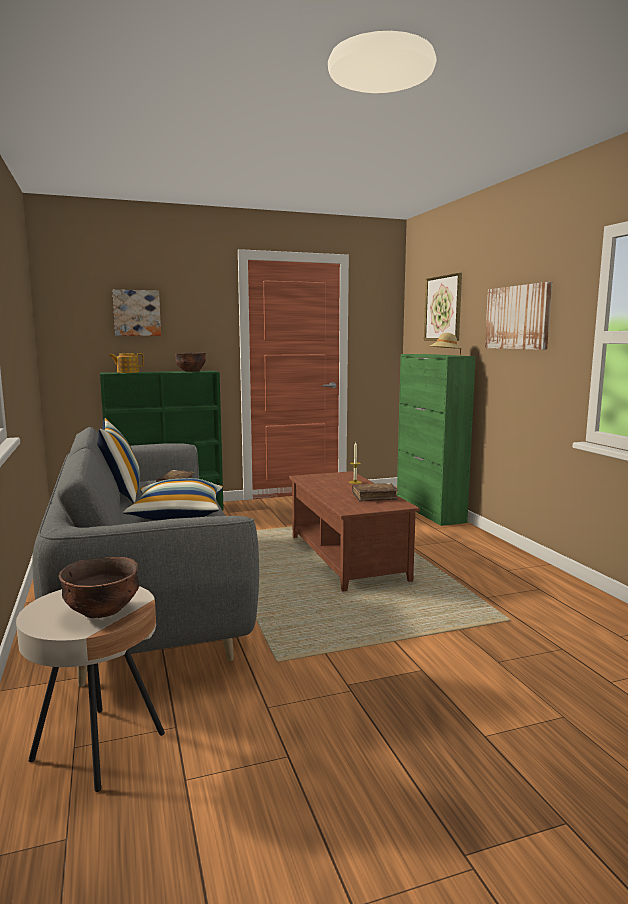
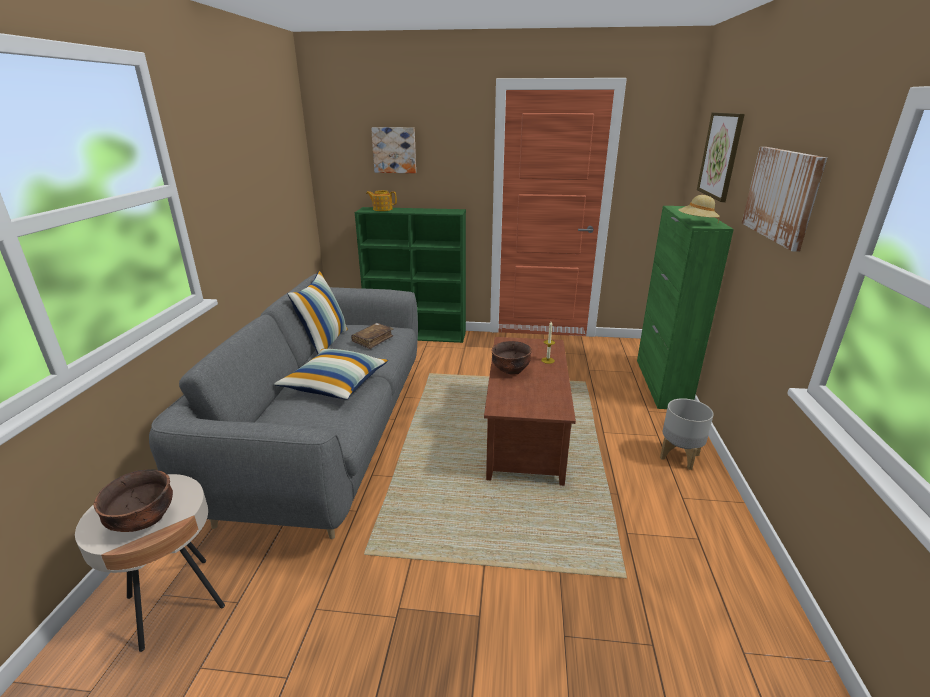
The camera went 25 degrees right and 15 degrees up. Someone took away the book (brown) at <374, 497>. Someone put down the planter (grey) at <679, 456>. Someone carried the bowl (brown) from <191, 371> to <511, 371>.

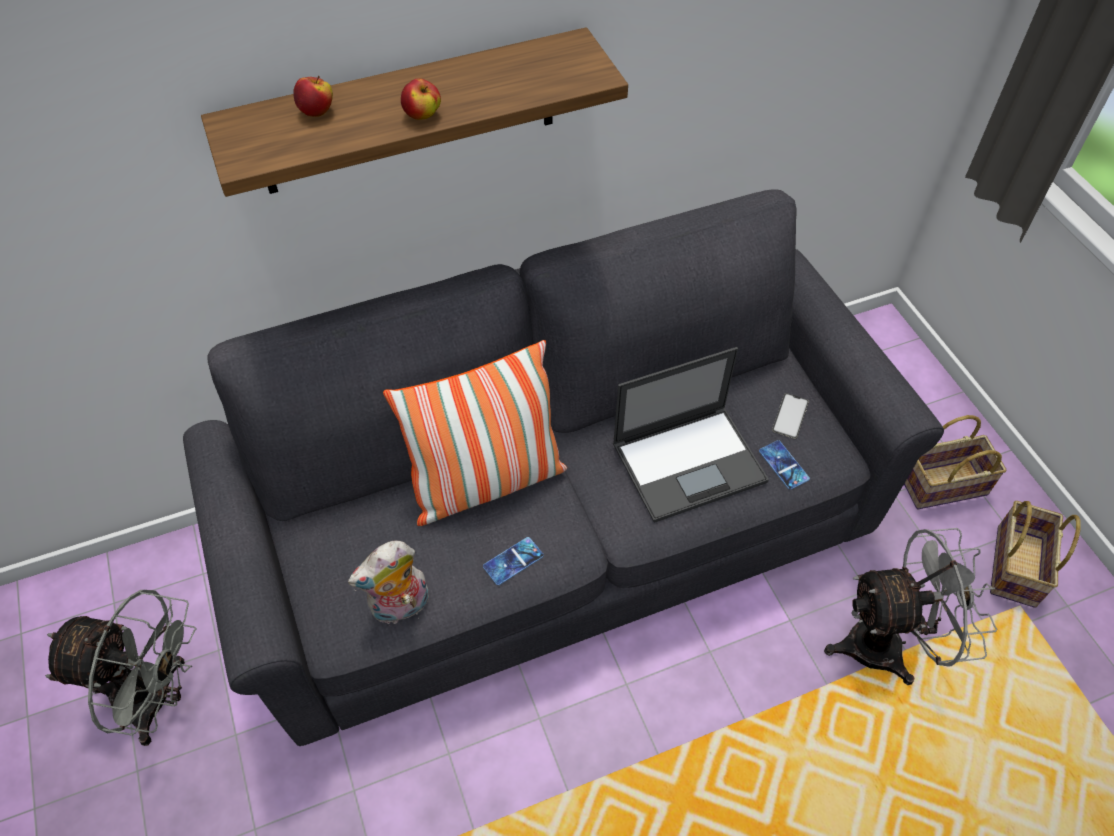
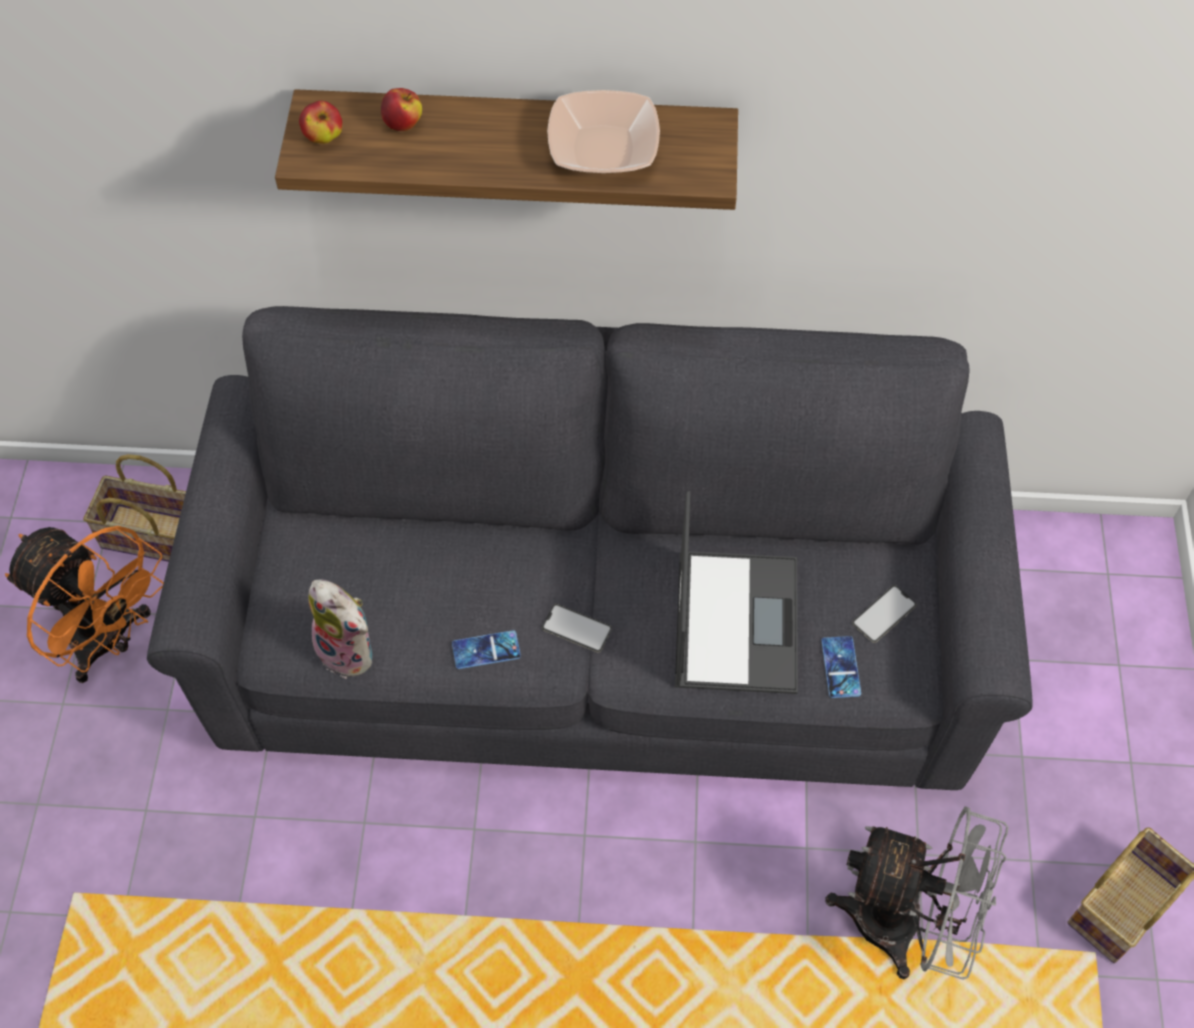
The camera went 25 degrees right and 5 degrees up. Someone took away the pillow at <486, 482>. Someone put down the phone at <576, 628>. Someone put down the bowl at <603, 149>. Someone carried the apple from <422, 115> to <323, 137>. Someone carried the basket from <942, 487> to <150, 537>. Someone repainted the fan (grey) at <157, 700>, which became the fan (orange) at <109, 642>. Someone rotated the plush toy at <400, 608> by 135 degrees counterclockwise. Someone rotated the laptop at <690, 462> by 90 degrees counterclockwise.

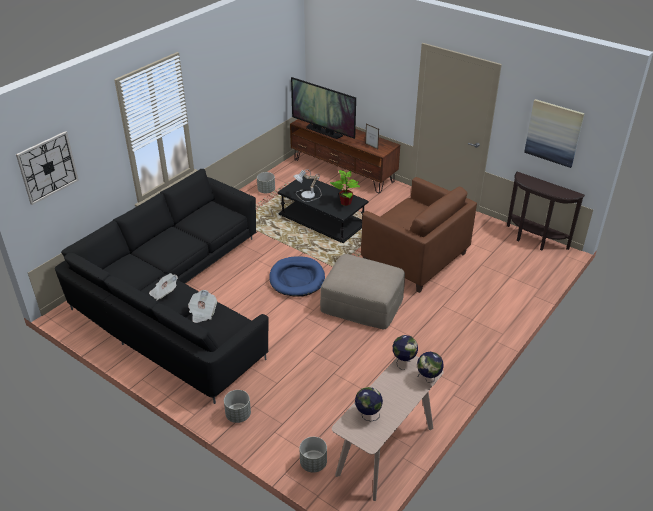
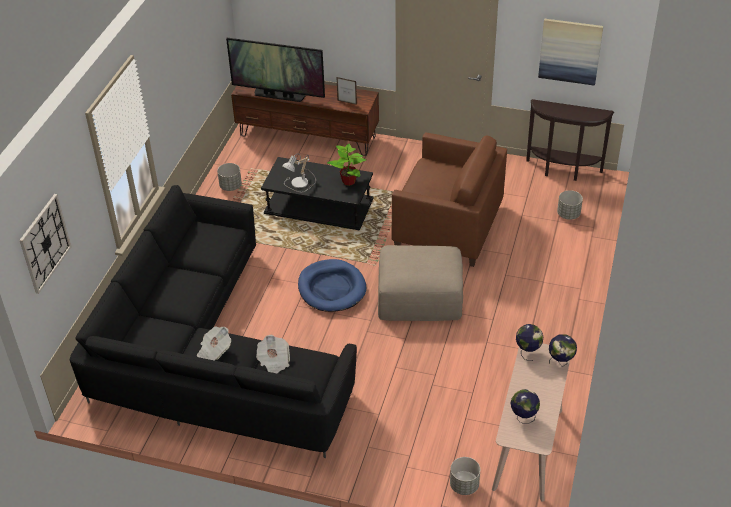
The camera went 20 degrees left and 5 degrees up. Someone carried the planter (grey) from <238, 415> to <568, 214>.

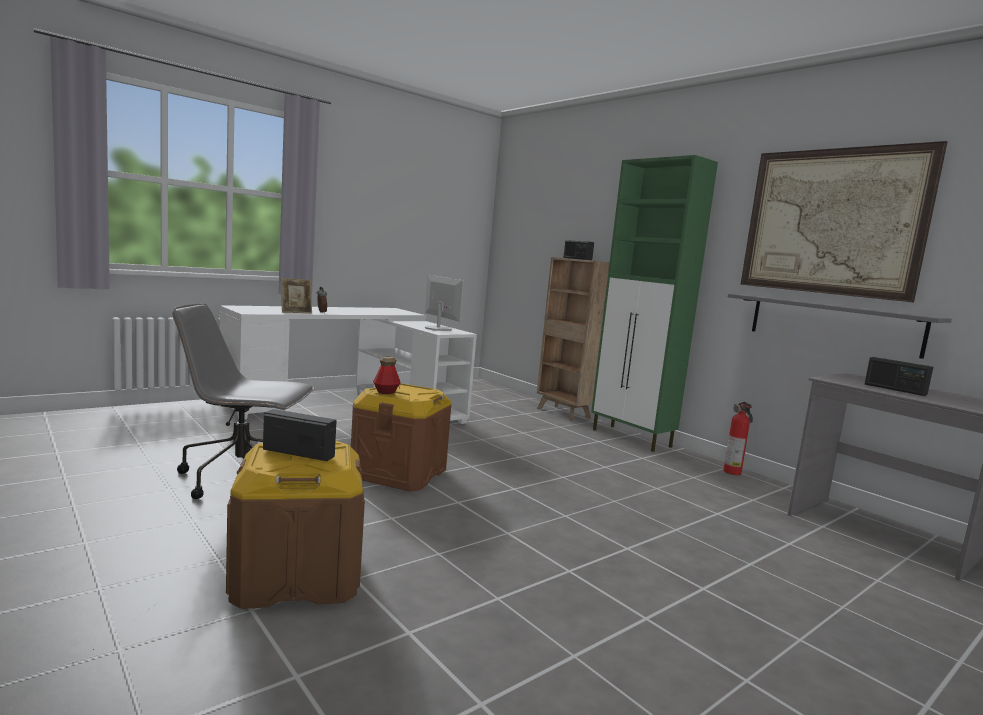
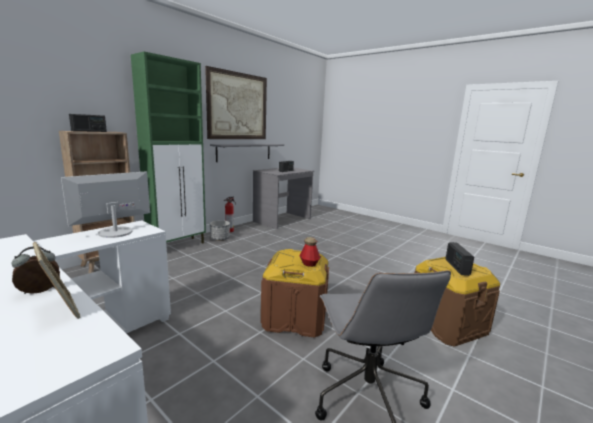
The camera went 100 degrees left and 5 degrees up. Someone put down the planter at <220, 239>.

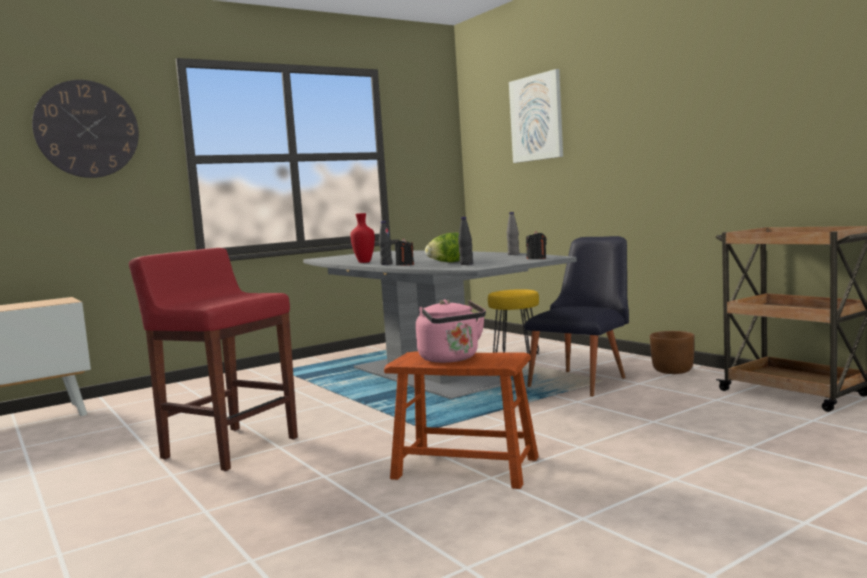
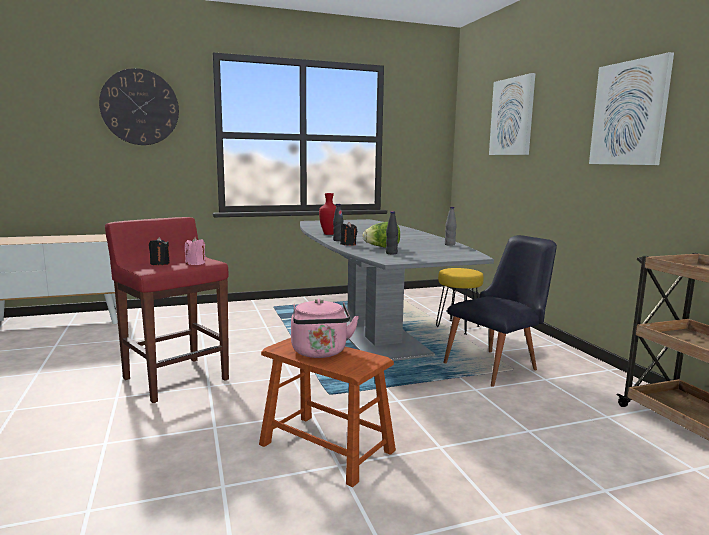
The camera went 15 degrees right and 5 degrees up. Someone took away the planter (brown) at <673, 371>. Someone put down the candle (pink) at <195, 263>. Someone put up the picture at <629, 113>. Someone carried the candle (black) from <536, 258> to <160, 263>.

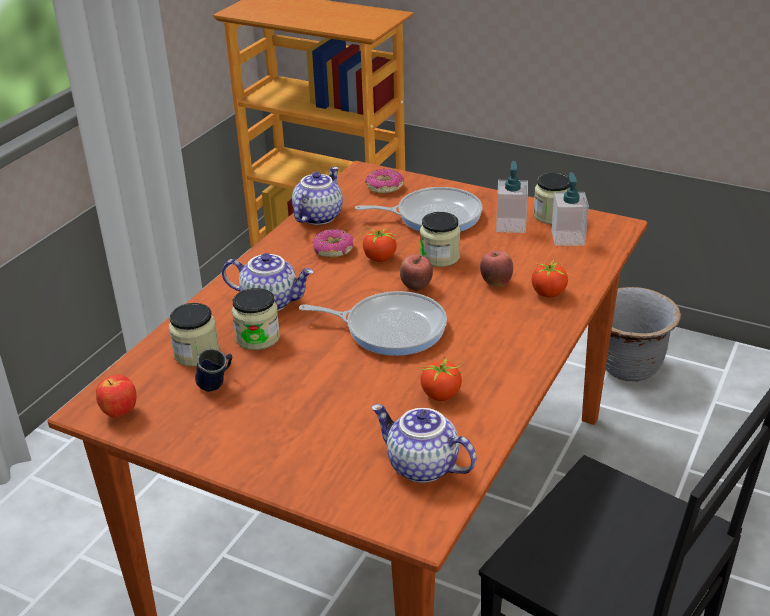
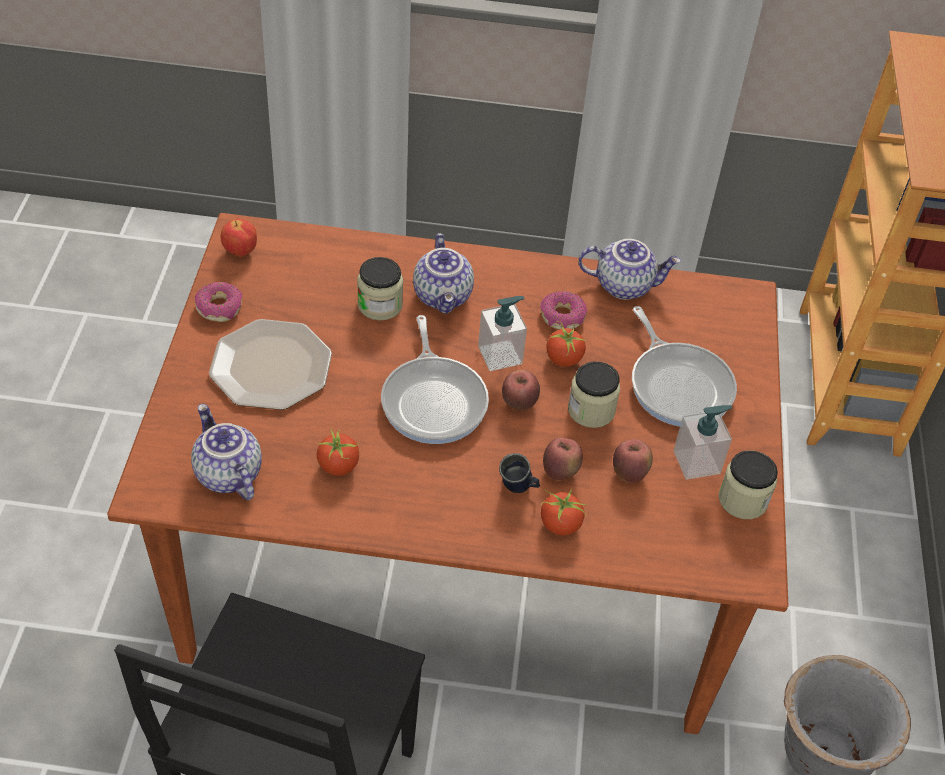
The camera went 65 degrees right and 15 degrees up. Someone took away the jar at <196, 353>. Someone put down the plate at <271, 365>. Someone put down the apple at <629, 473>. Someone carried the mug (blue) from <217, 384> to <519, 489>. Someone carried the donut from <384, 187> to <220, 307>. Someone carried the soap dispenser from <568, 238> to <500, 355>. Someone rotated the teapot at <421, 467> by 45 degrees counterclockwise.

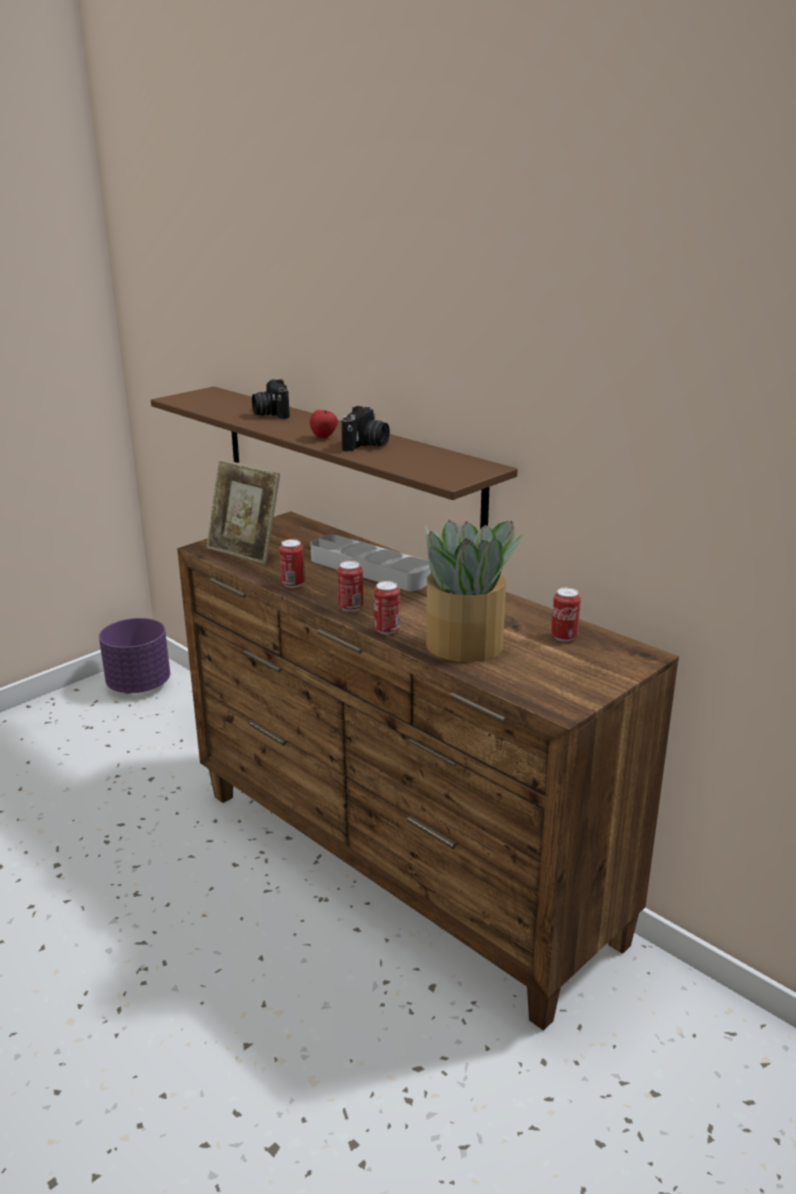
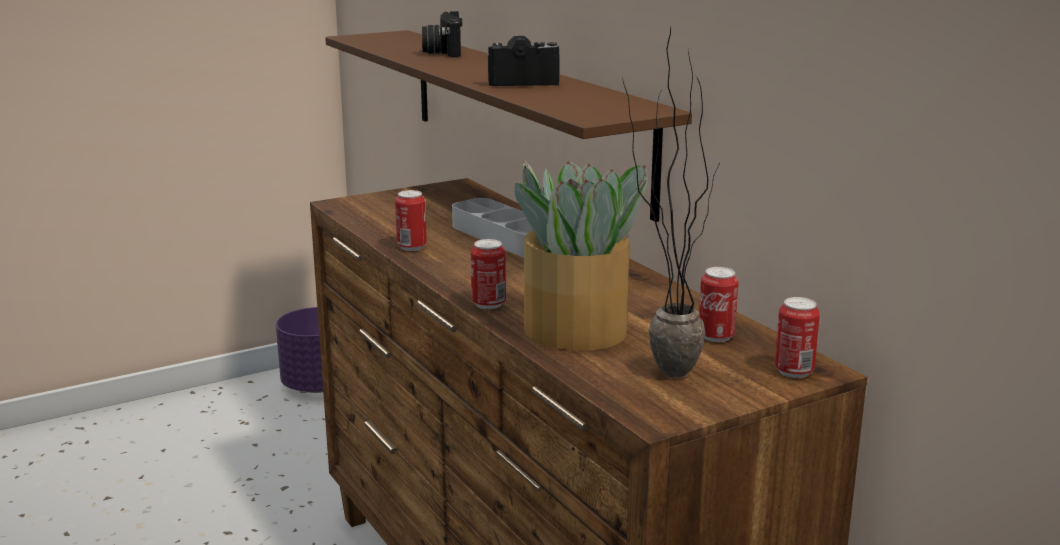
The camera went 15 degrees right and 5 degrees down. Someone took away the picture frame at <245, 552>. Someone took away the apple at <324, 438>. Someone put down the potted plant at <660, 368>. Someone carried the can from <350, 607> to <793, 371>. Someone rotated the photo camera at <366, 445> by 135 degrees counterclockwise.

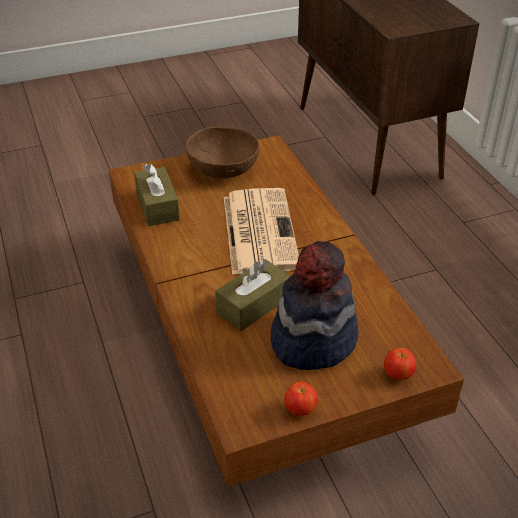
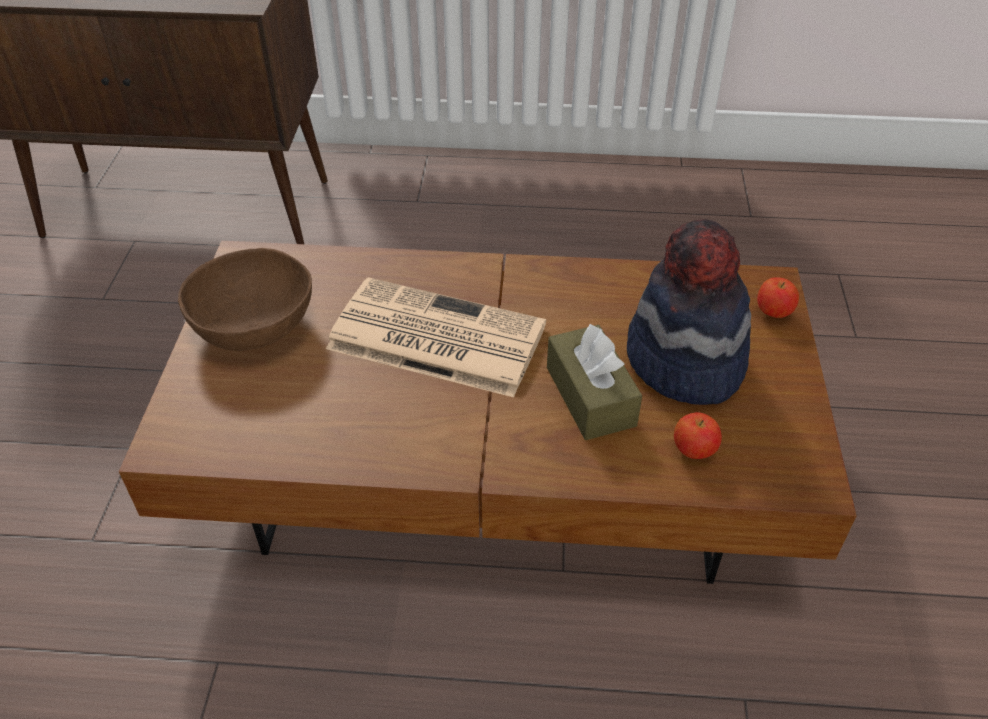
The camera went 65 degrees left and 5 degrees up. Someone took away the tissue box (brown) at <157, 206>. Someone carried the apple from <300, 409> to <693, 450>.

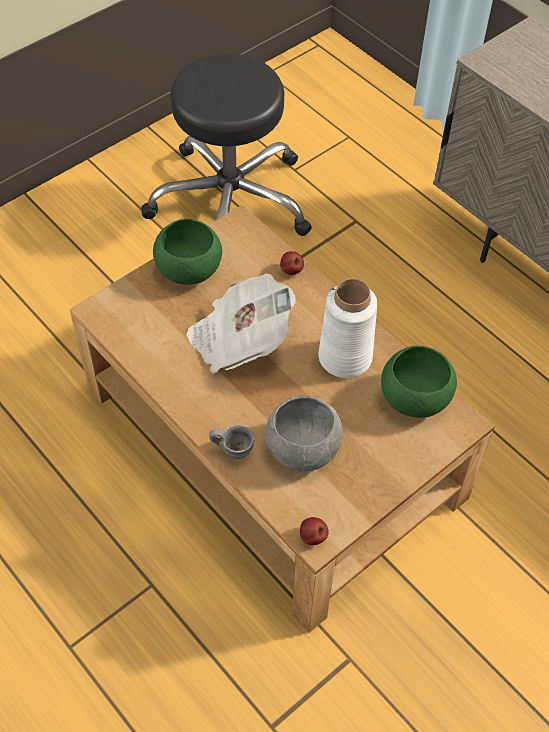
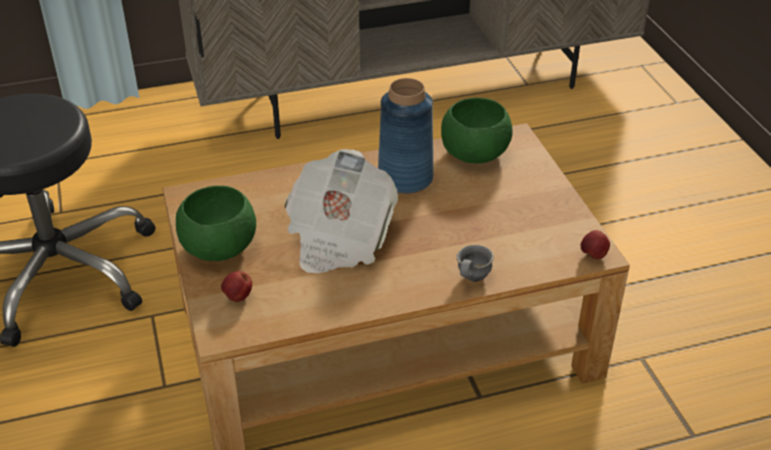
The camera went 65 degrees left and 15 degrees down. Someone took away the bowl (grey) at <303, 449>. Someone carried the apple from <291, 270> to <238, 297>. Someone repainted the vase (white) at <345, 358>, which became the vase (blue) at <406, 178>.

